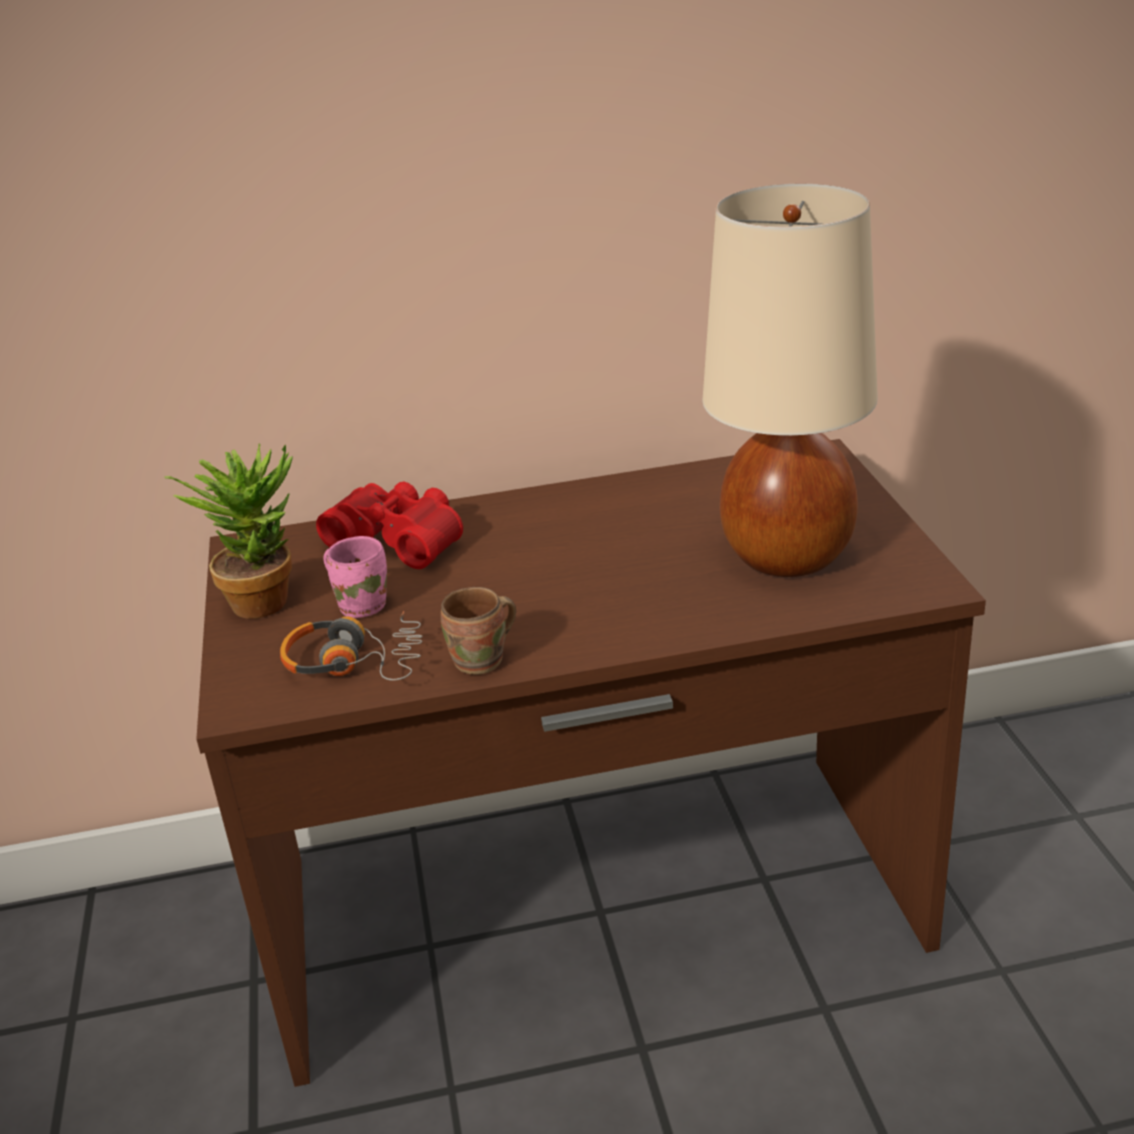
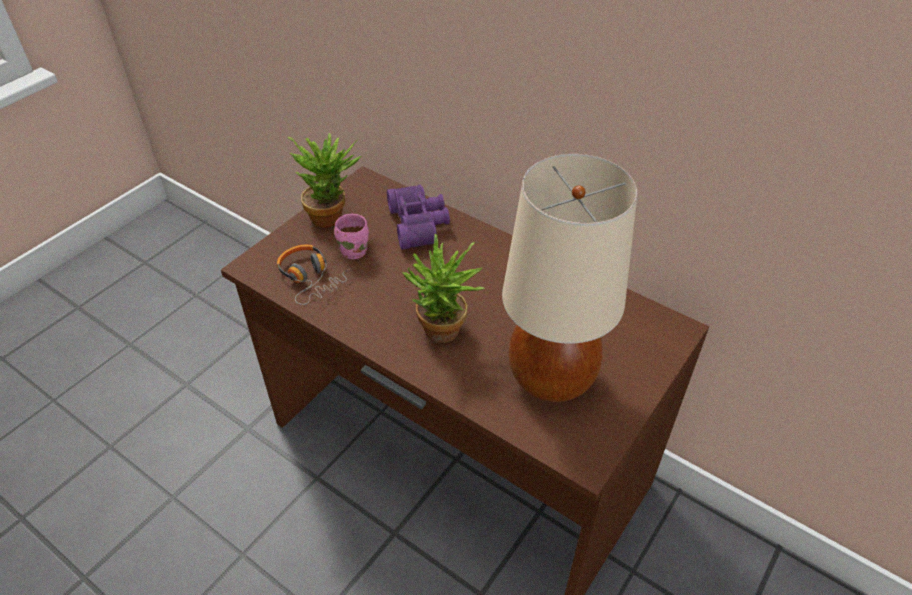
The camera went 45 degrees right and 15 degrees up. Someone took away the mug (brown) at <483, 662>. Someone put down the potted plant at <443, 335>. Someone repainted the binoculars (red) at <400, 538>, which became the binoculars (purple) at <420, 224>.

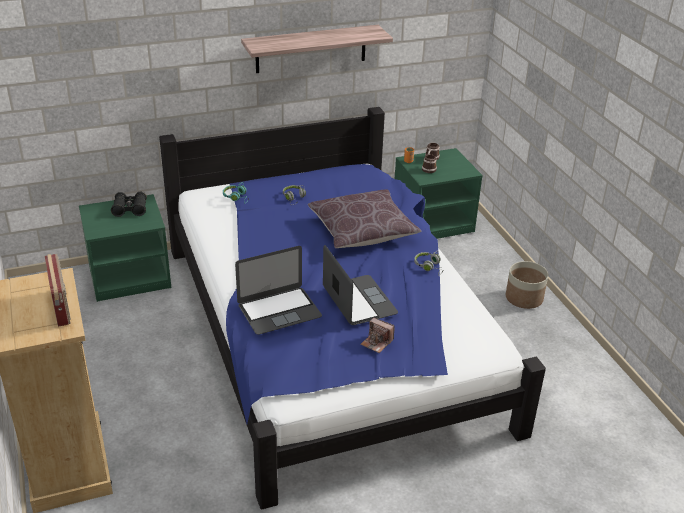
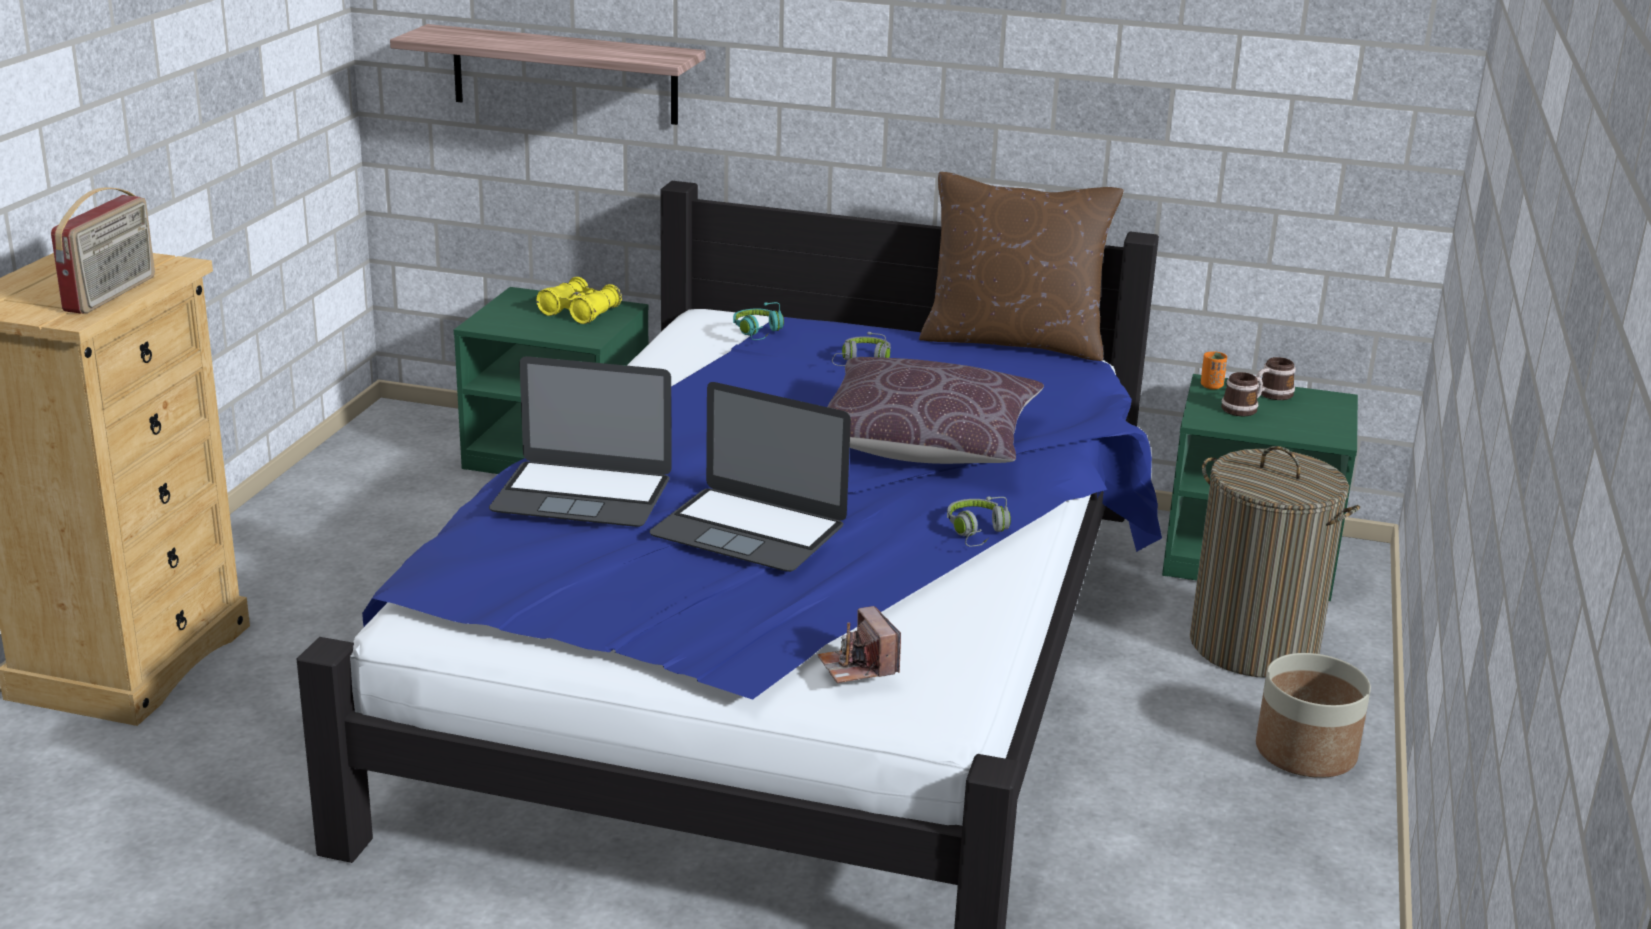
The camera went 35 degrees right and 10 degrees down. Someone put down the pillow (brown) at <1013, 341>. Someone put down the laundry basket at <1254, 645>. Someone carried the shelf from <311, 49> to <564, 74>. Someone carried the photo camera from <377, 342> to <858, 666>. Someone repainted the binoculars (black) at <130, 209>, which became the binoculars (yellow) at <579, 312>. Someone rotated the laptop at <359, 300> by 105 degrees clockwise.

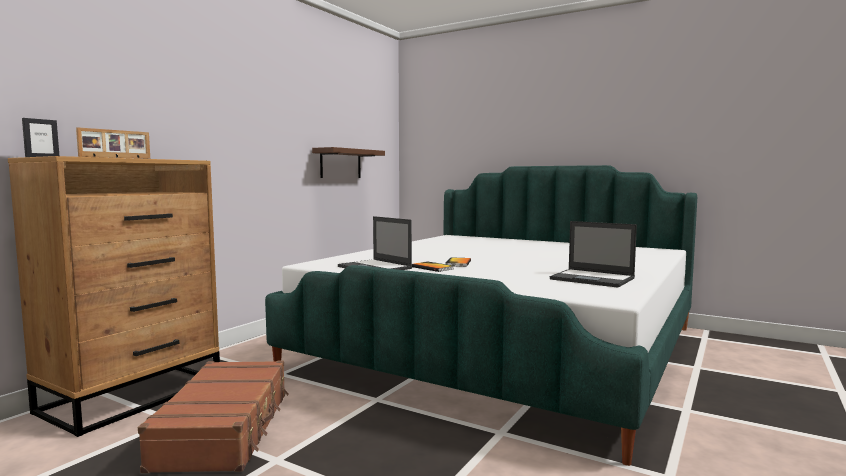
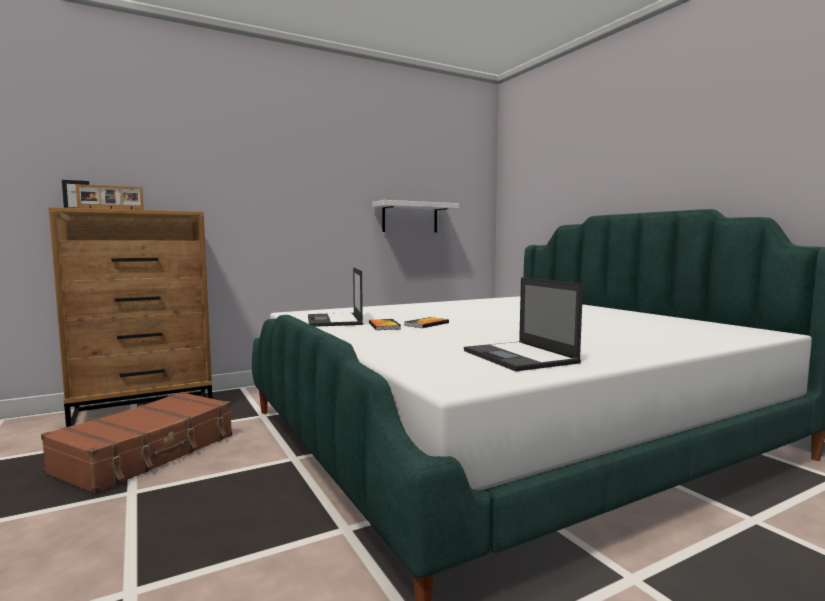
The camera went 30 degrees right and 0 degrees up. Someone repainted the shelf (brown) at <340, 163>, which became the shelf (white) at <410, 217>.

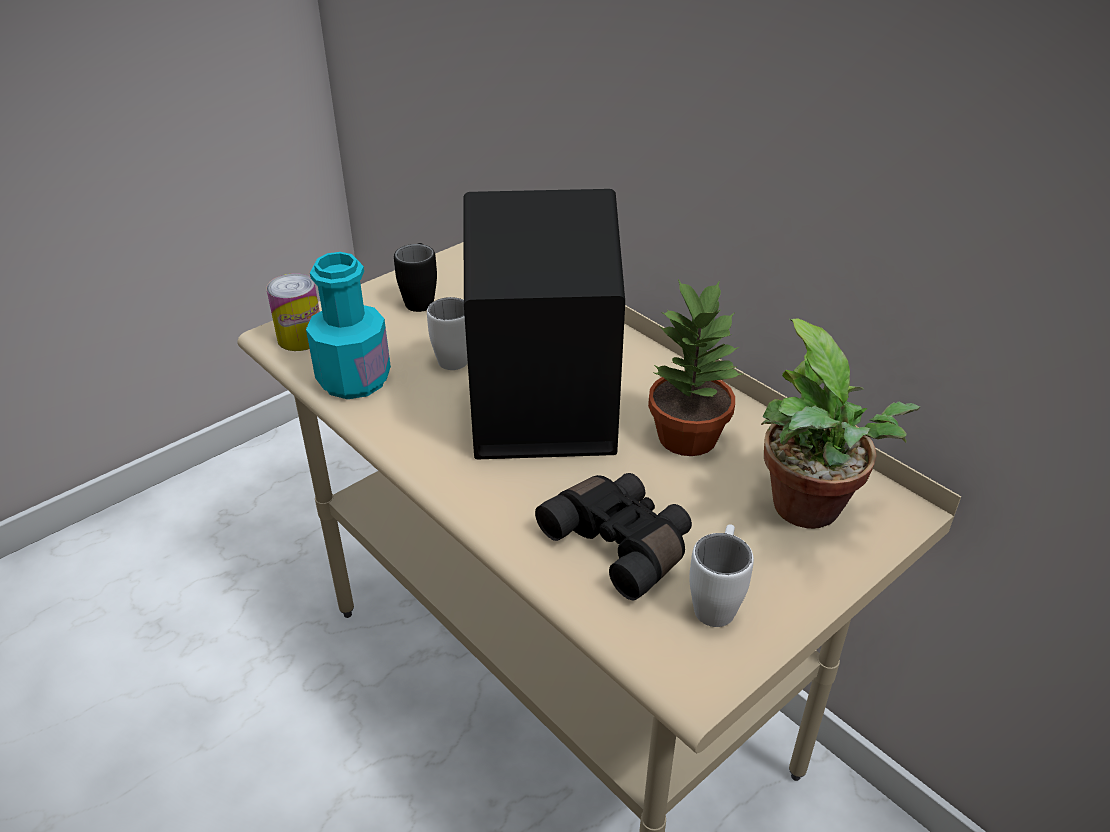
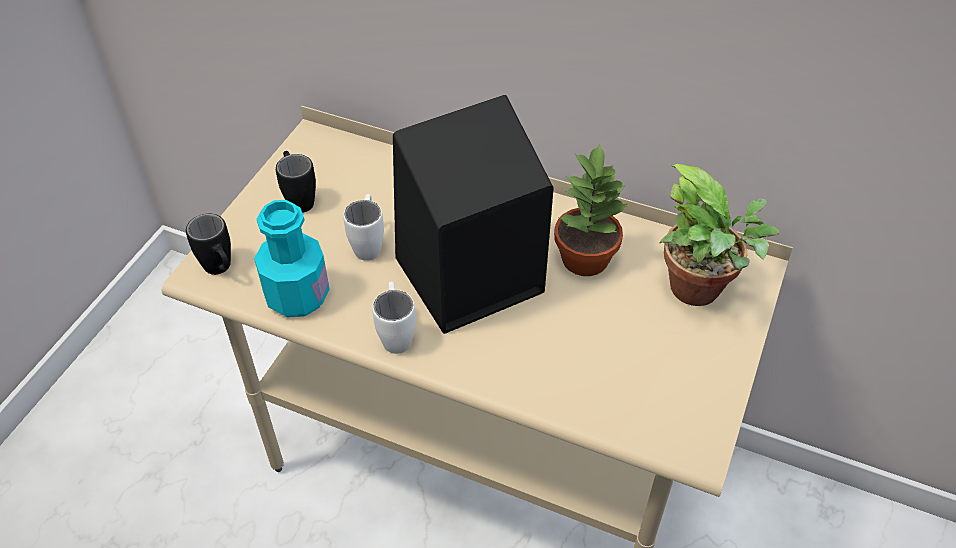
The camera went 25 degrees left and 10 degrees up. Someone took away the binoculars (black) at <622, 543>. Someone carried the mug (white) from <716, 600> to <396, 334>. Someone swapped the can at <300, 338> for the mug (black) at <221, 270>.

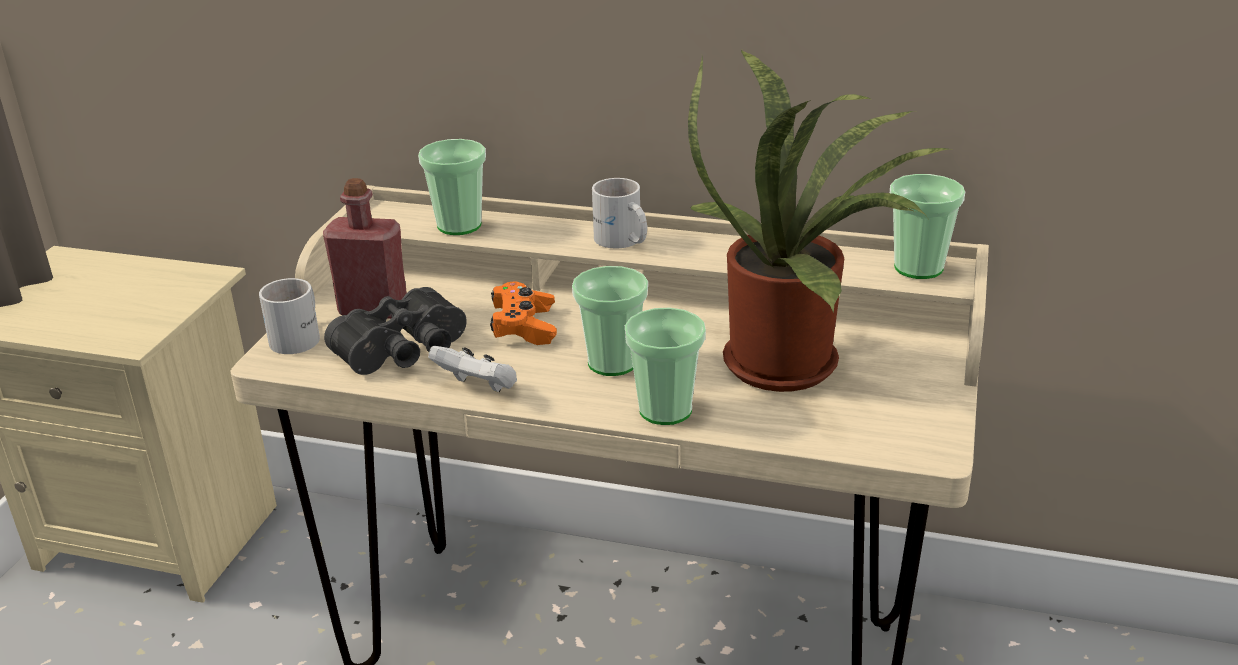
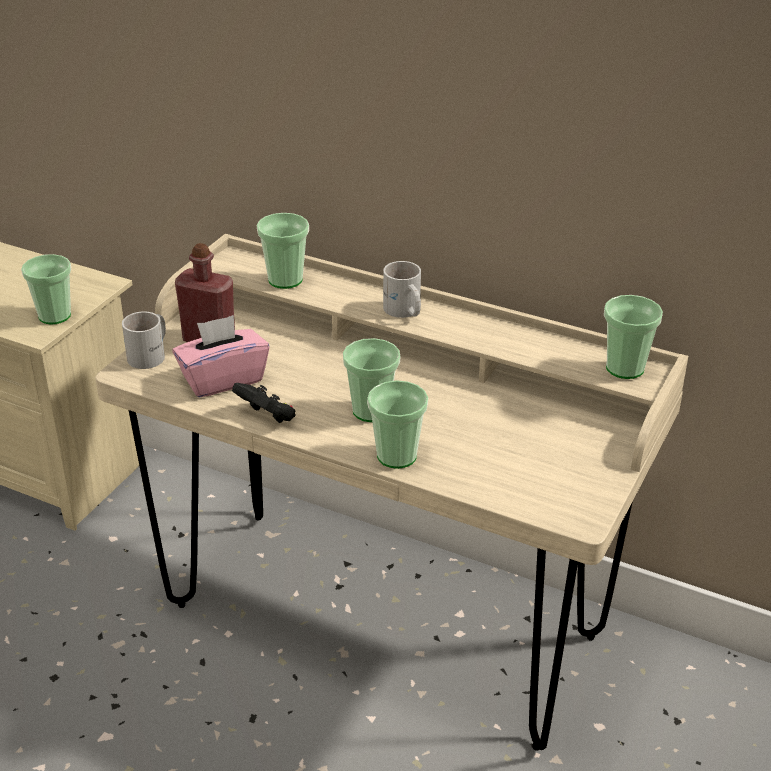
The camera went 10 degrees right and 5 degrees up. Someone took away the game controller (orange) at <524, 327>. Someone took away the potted plant at <792, 364>. Someone put down the cup at <54, 316>. Someone swapped the binoculars (black) at <405, 352> for the tissue box (pink) at <222, 379>. Someone repainted the game controller (white) at <478, 388>, which became the game controller (black) at <267, 417>.

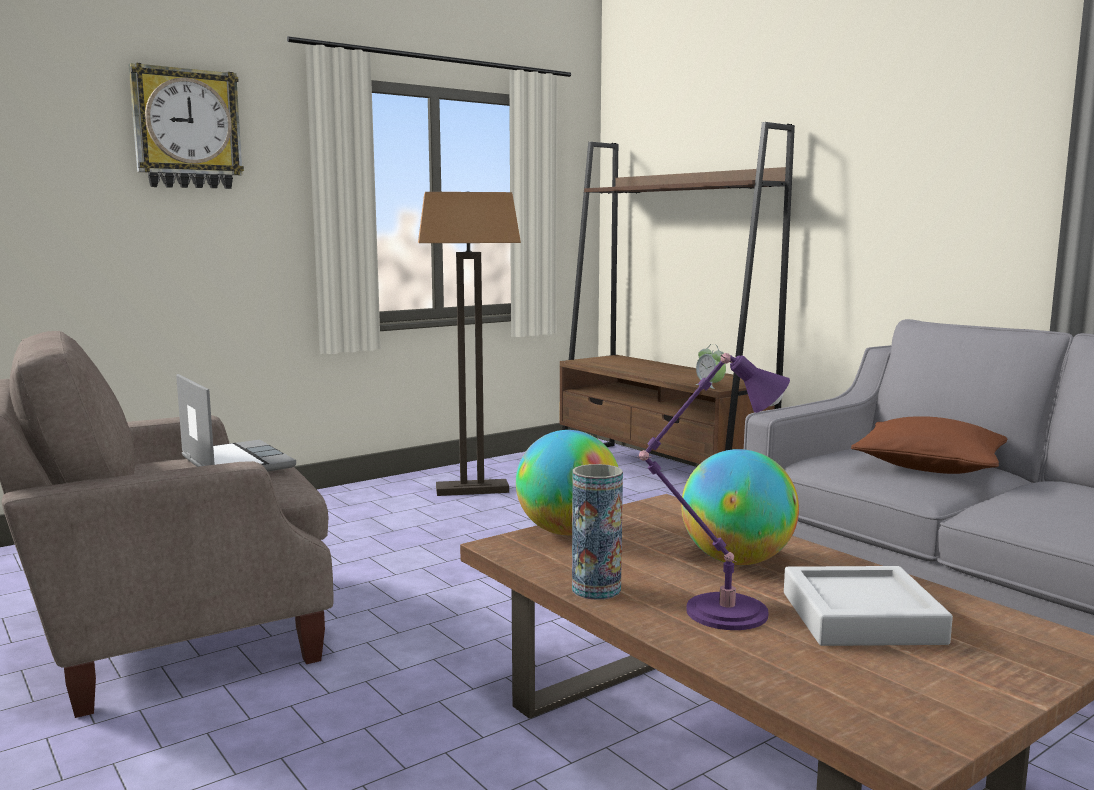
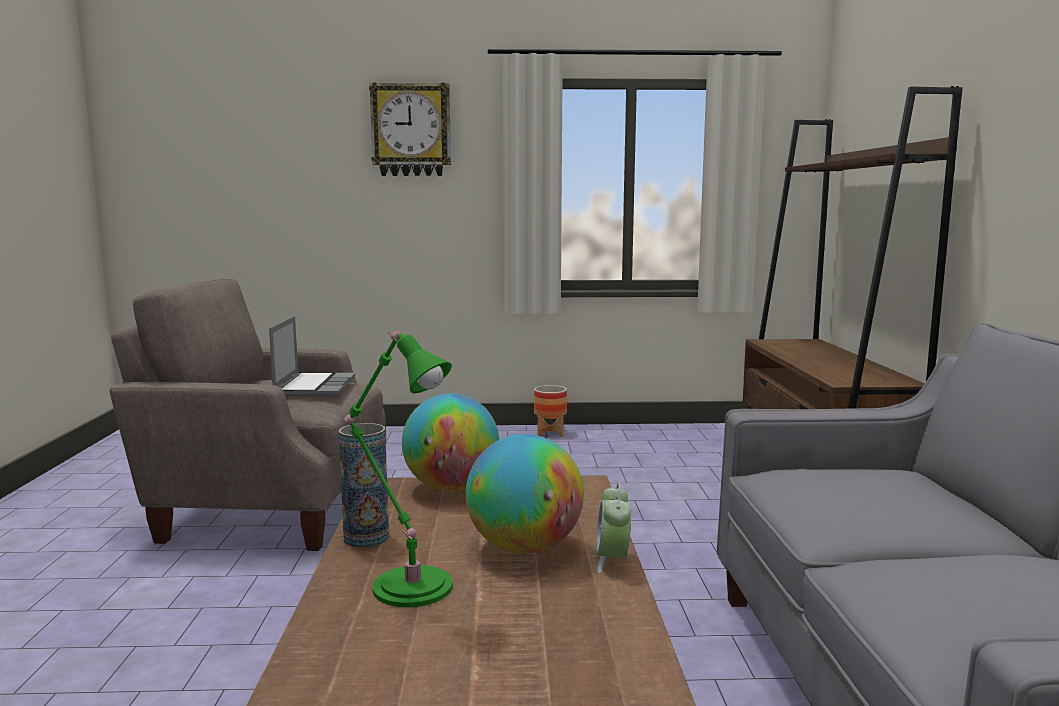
The camera went 35 degrees right and 0 degrees up. Someone took away the floor lamp at <472, 490>. Someone took away the tray (grey) at <861, 618>. Someone took away the pillow (brown) at <930, 466>. Someone put down the planter at <550, 433>. Someone carried the alarm clock from <710, 385> to <612, 560>. Someone repainted the table lamp (purple) at <719, 612>, which became the table lamp (green) at <408, 585>.

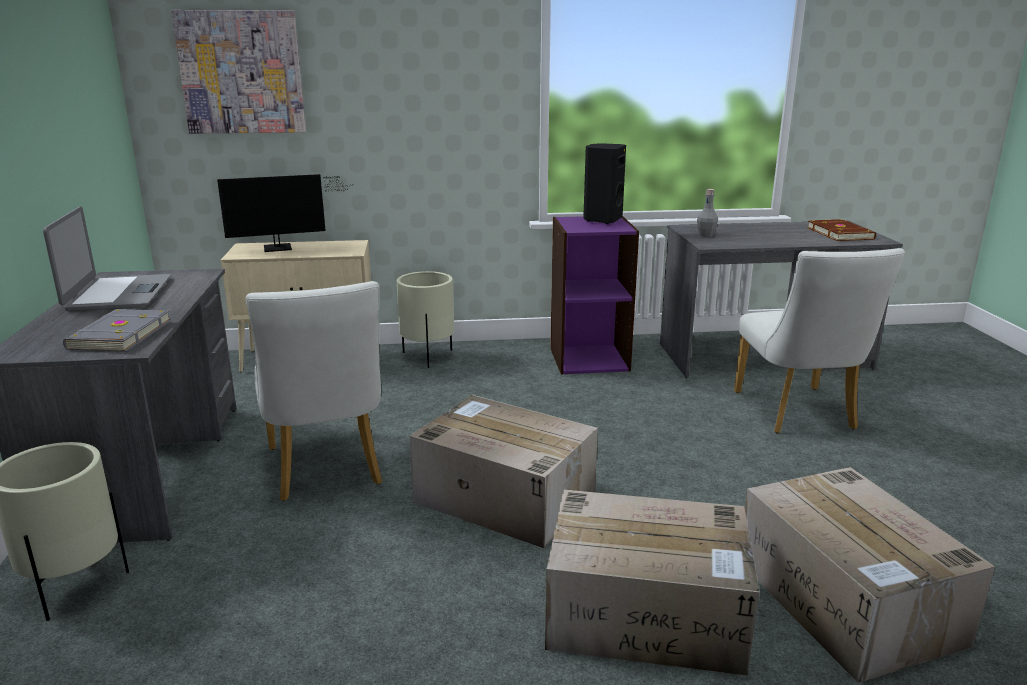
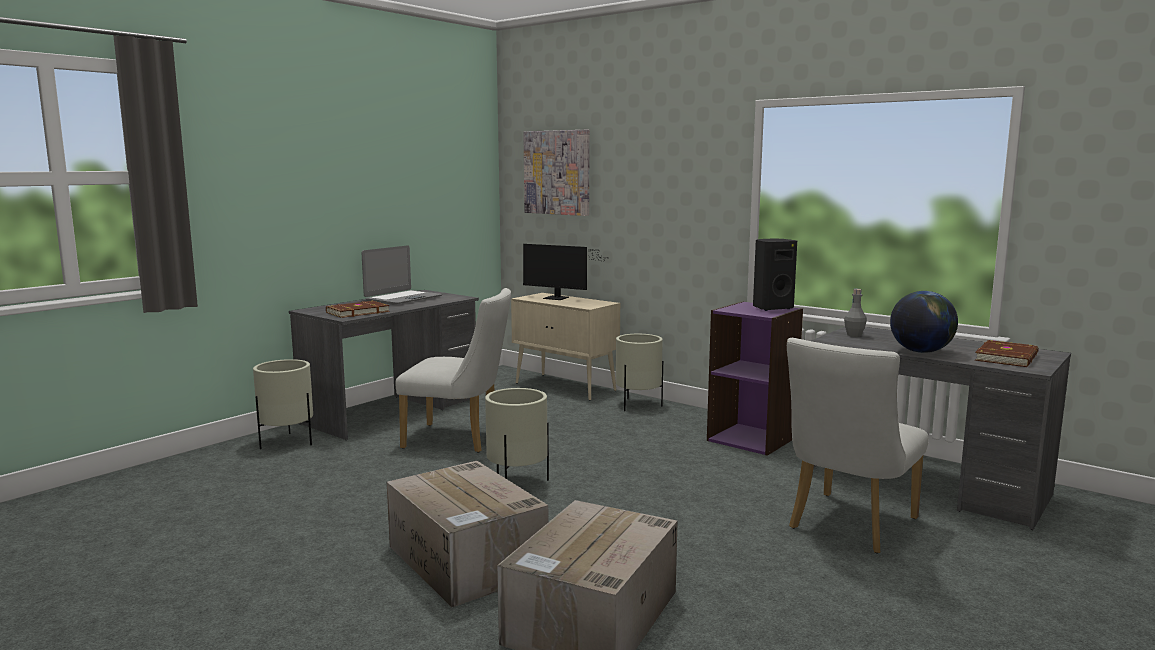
The camera went 45 degrees right and 10 degrees down. Someone put down the globe at <921, 351>. Someone swapped the cardboard box at <502, 496> for the planter (beige) at <517, 483>. Someone repainted the book (grey) at <118, 335>, which became the book (brown) at <357, 312>. Someone rotated the chair (white) at <326, 471> by 105 degrees counterclockwise.

